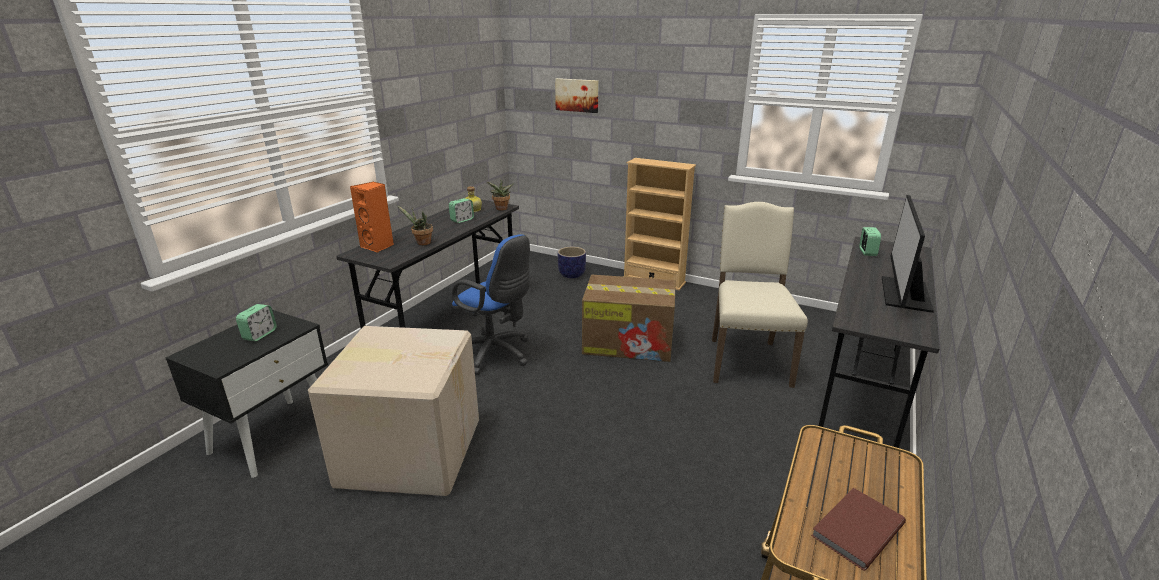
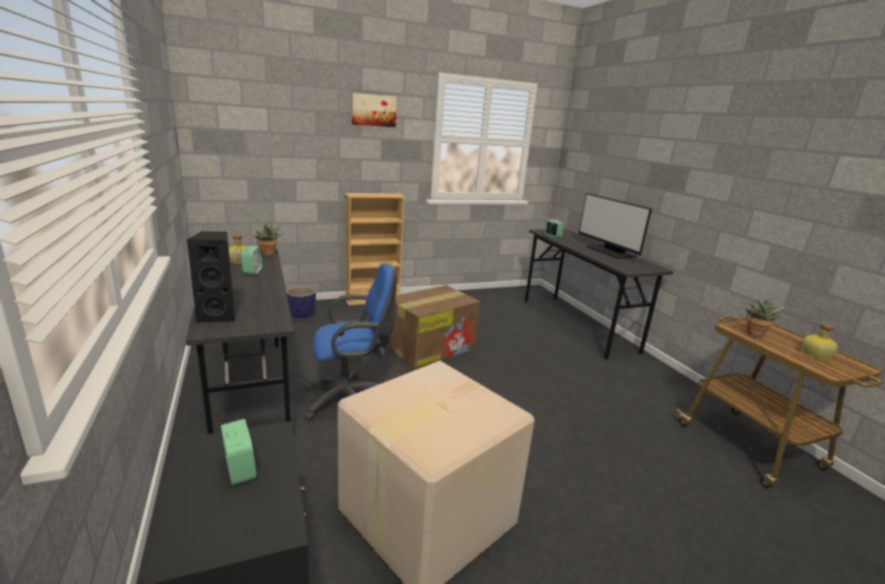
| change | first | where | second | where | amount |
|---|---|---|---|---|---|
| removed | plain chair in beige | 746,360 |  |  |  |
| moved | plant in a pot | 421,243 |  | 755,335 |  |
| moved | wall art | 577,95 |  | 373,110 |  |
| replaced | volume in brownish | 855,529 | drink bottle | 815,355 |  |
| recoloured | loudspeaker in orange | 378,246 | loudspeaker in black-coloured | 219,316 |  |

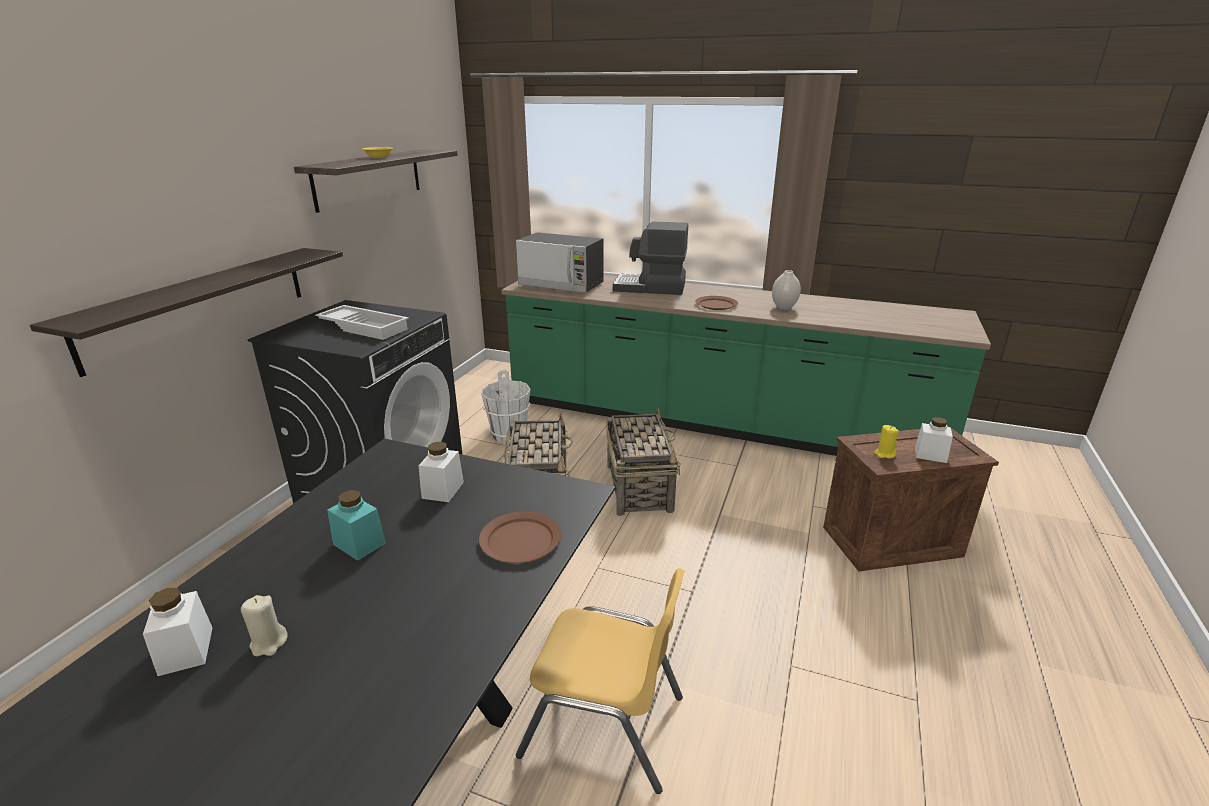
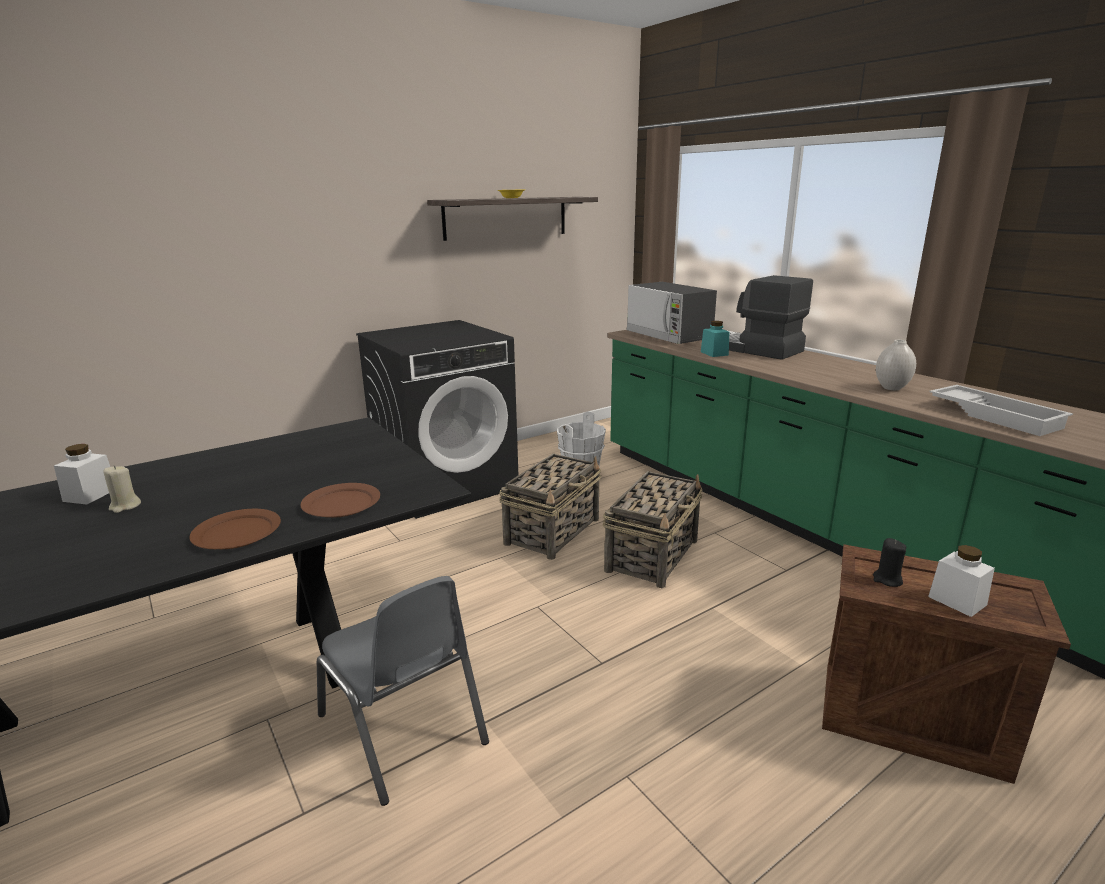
| change | first | where | second | where | amount |
|---|---|---|---|---|---|
| removed | shelf | 200,304 |  |  |  |
| removed | jar in white-coloured | 443,490 |  |  |  |
| moved | tray in white-coloured | 365,327 |  | 996,416 |  |
| moved | jar in turquoise-coloured | 359,544 |  | 714,353 |  |
| moved | dinner plate in brownish | 716,305 |  | 236,533 |  |
| recoloured | plain chair in yellow-coloured | 604,725 | plain chair in greyish | 403,729 |  |
| recoloured | wax light in yellow-coloured | 884,454 | wax light in black-coloured | 887,580 |  |

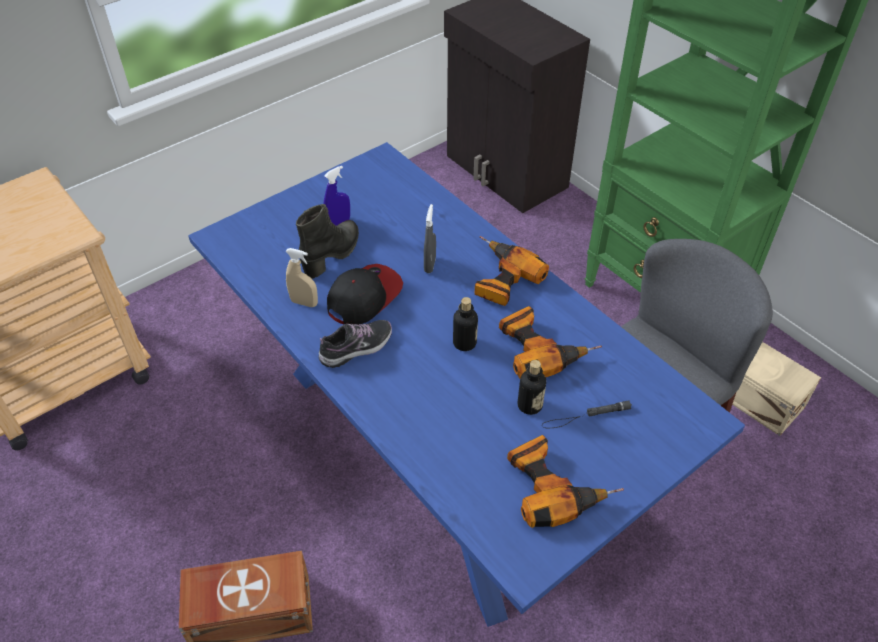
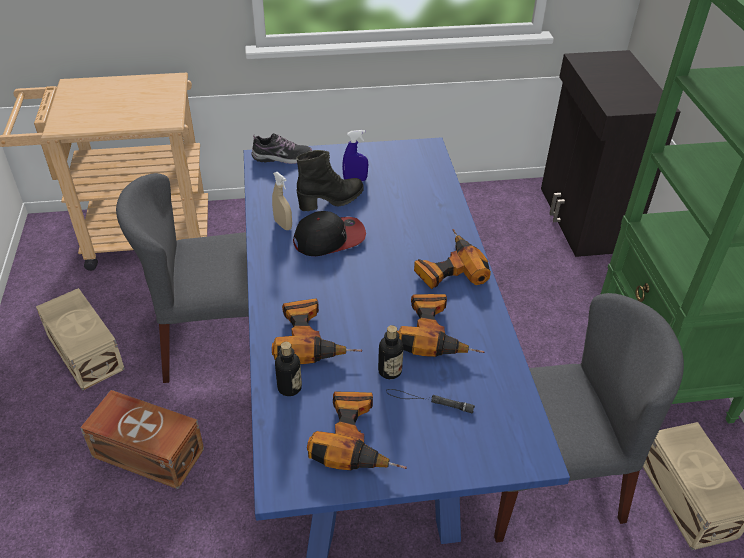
| change | first | where | second | where | amount |
|---|---|---|---|---|---|
| removed | sprayer in greyish | 430,264 |  |  |  |
| added |  |  | storage bin in beige | 86,351 |  |
| added |  |  | plain chair in greyish | 220,340 |  |
| added |  |  | power drill | 312,339 |  |
| moved | low shoe | 356,348 |  | 282,157 |  |
| moved | drink bottle | 464,343 |  | 289,387 |  |

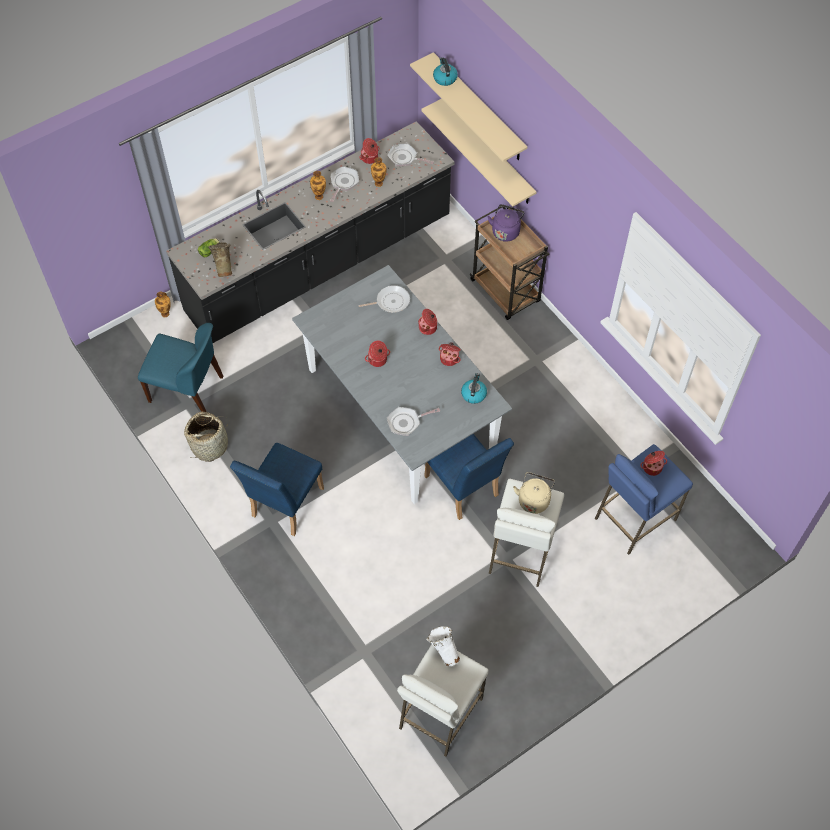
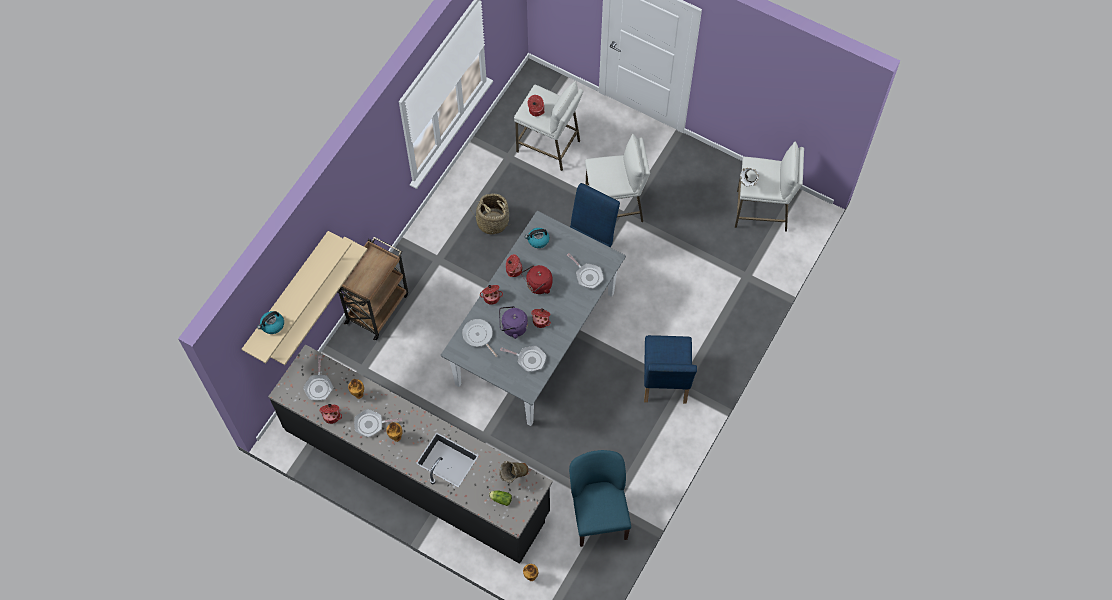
| change | first | where | second | where | amount |
|---|---|---|---|---|---|
| removed | kettle in beige | 534,499 |  |  |  |
| added |  |  | pan | 529,359 |  |
| added |  |  | kettle in reddish | 538,286 |  |
| moved | basket | 210,445 |  | 492,221 |  |
| moved | kettle in purple-coloured | 506,231 |  | 512,327 |  |
| recoloured | sitting stool in blue-coloured | 634,519 | sitting stool in white-coloured | 549,146 |  |
| turned | plain chair in blue-coloured | 284,506 |  | 664,383 | 90 degrees clockwise |

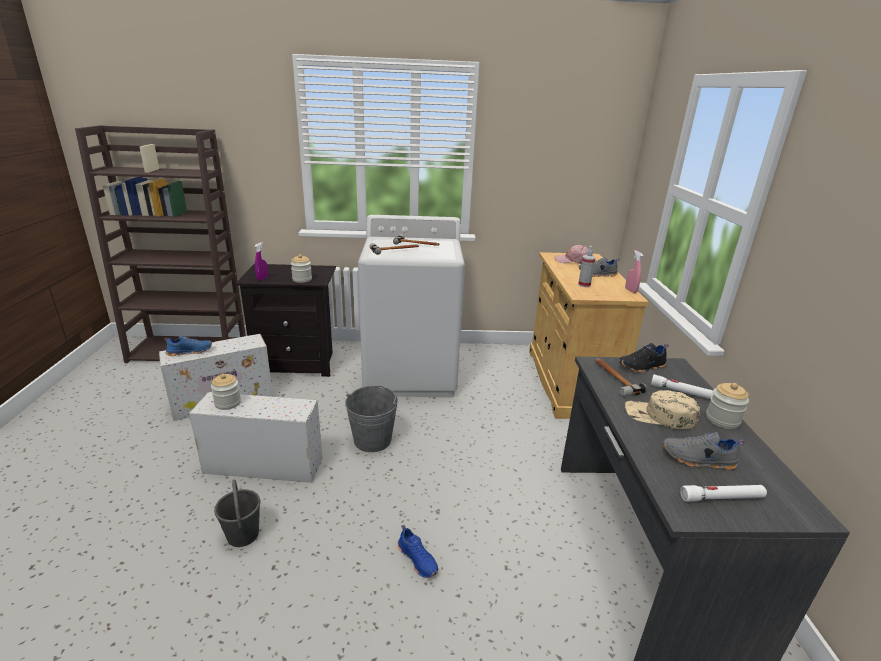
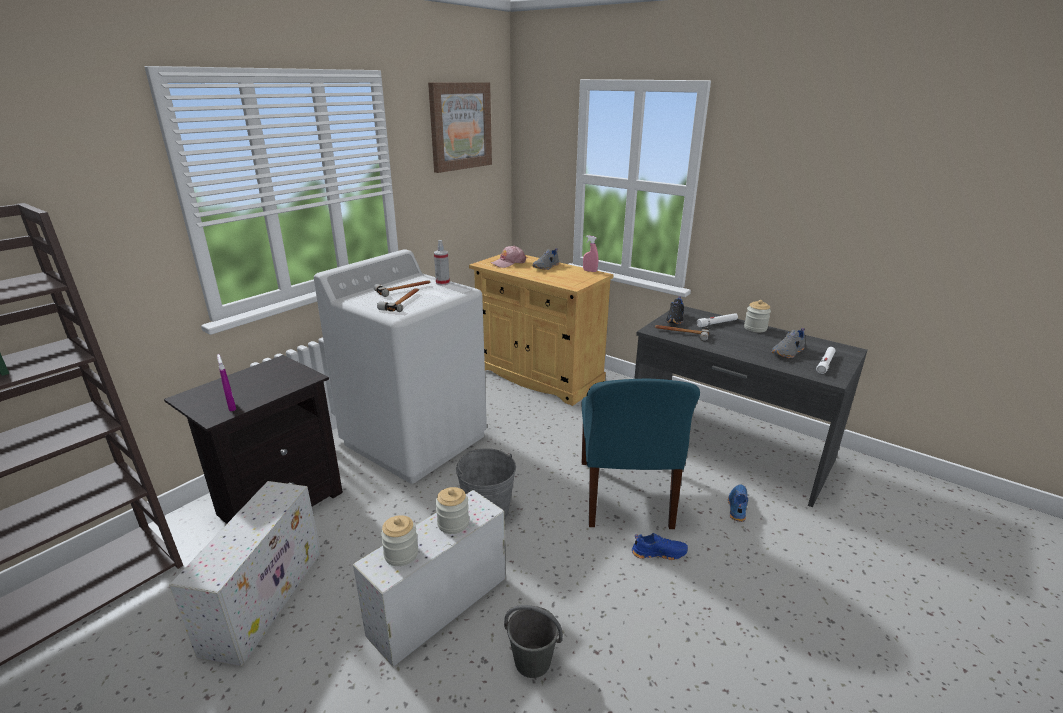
| change | first | where | second | where | amount |
|---|---|---|---|---|---|
| removed | baseball cap in beige | 659,416 |  |  |  |
| added |  |  | wall art | 460,126 |  |
| added |  |  | plain chair in blue-coloured | 625,495 |  |
| moved | low shoe in blue-coloured | 190,351 |  | 736,507 |  |
| moved | jar | 302,279 |  | 453,523 |  |
| moved | sprayer | 584,285 |  | 442,283 |  |

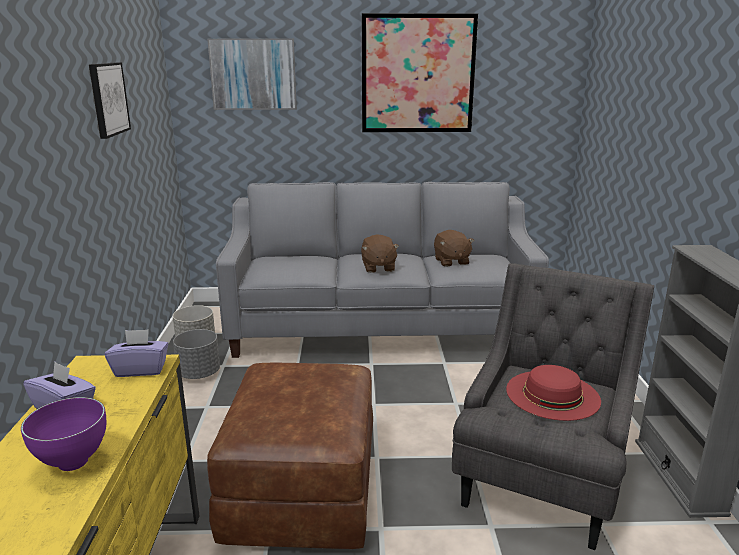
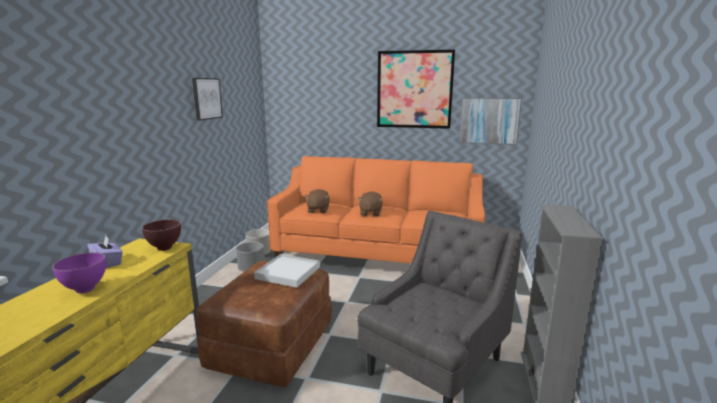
| change | first | where | second | where | amount |
|---|---|---|---|---|---|
| removed | clothing hat in reddish | 552,394 |  |  |  |
| added |  |  | tray in white-coloured | 288,273 |  |
| moved | wall art | 253,74 |  | 489,121 |  |
| moved | cuddly toy in brownish | 451,261 |  | 318,210 |  |
| replaced | tissue box in purple-coloured | 141,369 | deep dish in brownish | 163,249 |  |
| recoloured | sofa in greyish | 380,327 | sofa in orange | 378,255 |  |

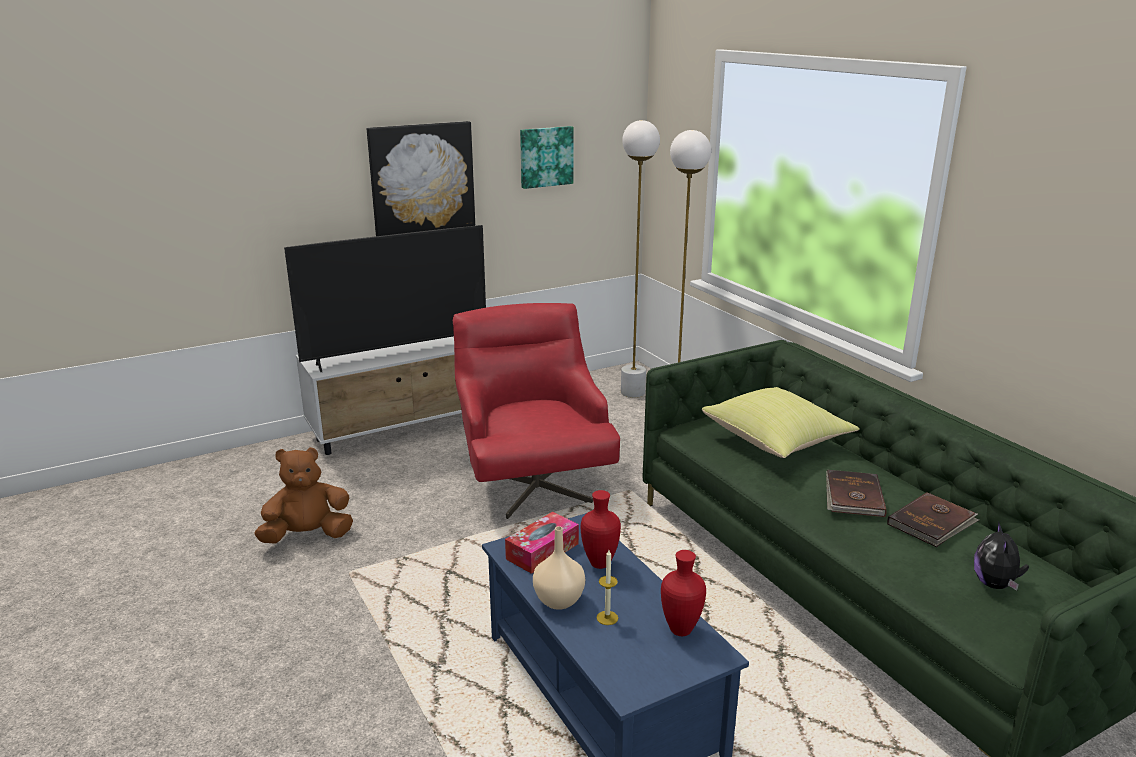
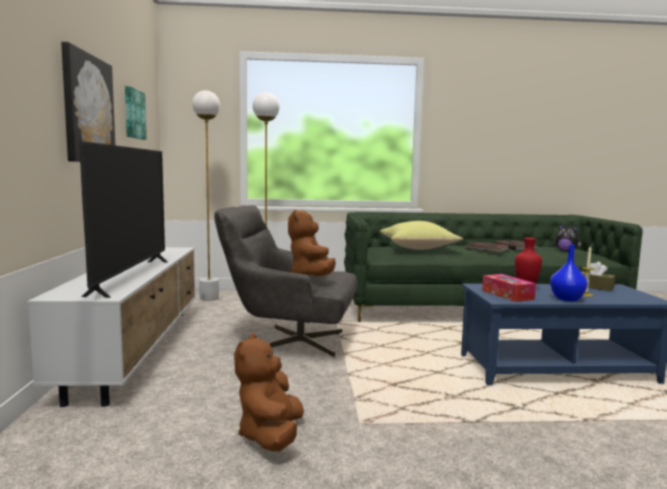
| change | first | where | second | where | amount |
|---|---|---|---|---|---|
| added |  |  | cuddly toy in brownish | 311,277 |  |
| replaced | flower vase in reddish | 679,629 | tissue box in brownish | 595,287 |  |
| recoloured | lounge chair in reddish | 532,480 | lounge chair in greyish | 288,341 |  |
| recoloured | flower vase in beige | 559,600 | flower vase in blue-coloured | 566,299 |  |

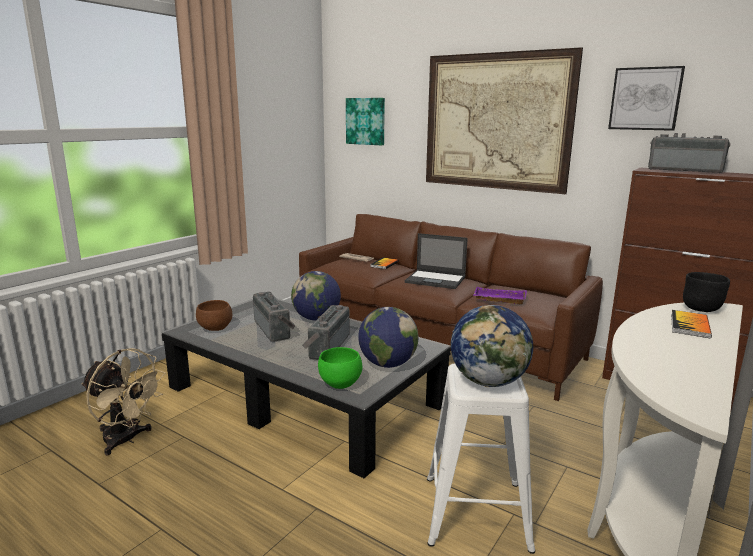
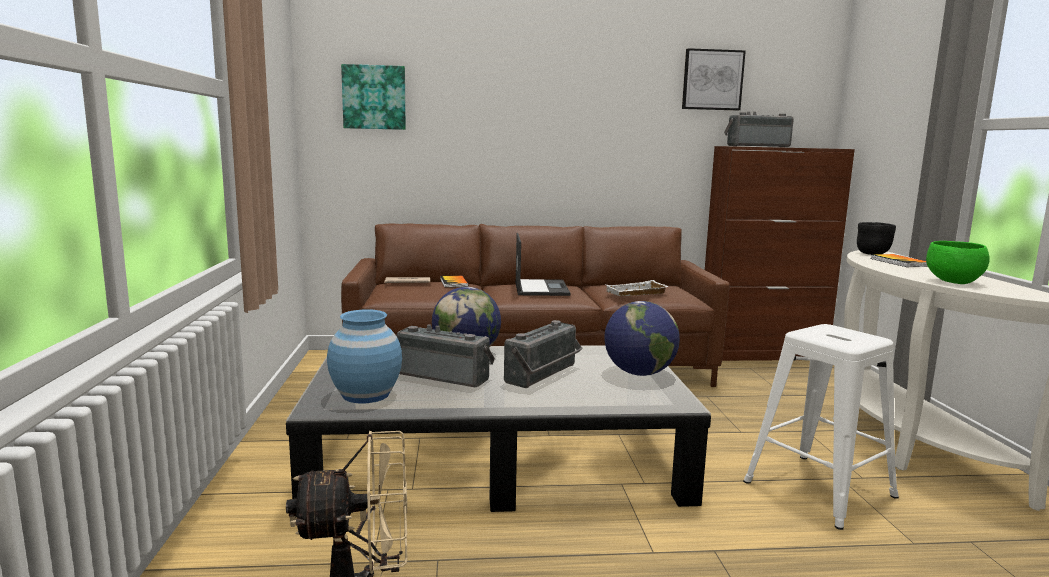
| change | first | where | second | where | amount |
|---|---|---|---|---|---|
| removed | wall art | 496,122 |  |  |  |
| removed | globe | 489,381 |  |  |  |
| moved | deep dish in green-coloured | 340,384 |  | 954,282 |  |
| replaced | deep dish in brownish | 216,329 | flower vase in blue-coloured | 365,394 |  |
| recoloured | tray in purple-coloured | 498,299 | tray in white-coloured | 636,293 |  |
| turned | radio | 326,346 |  | 544,375 | 120 degrees counterclockwise |
| turned | notebook computer | 436,280 |  | 541,288 | 75 degrees counterclockwise |

